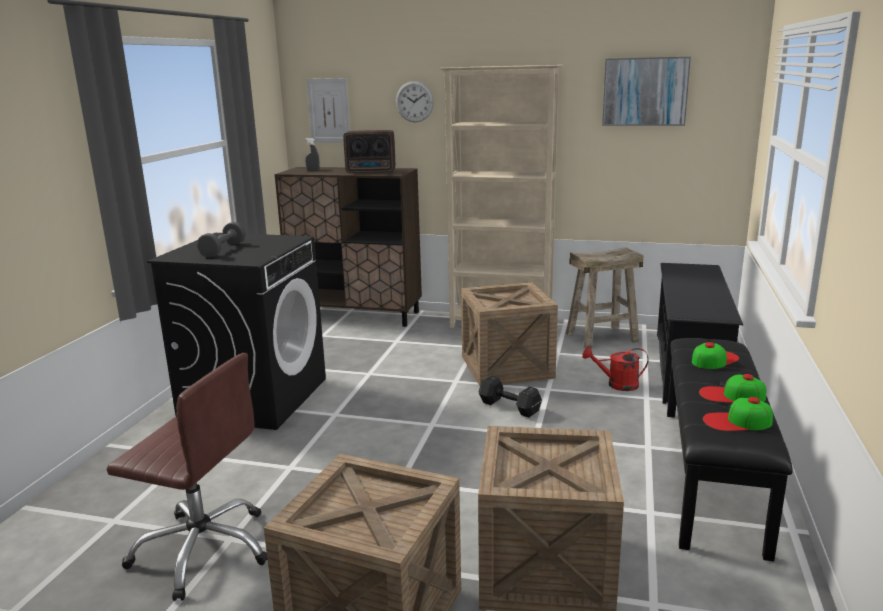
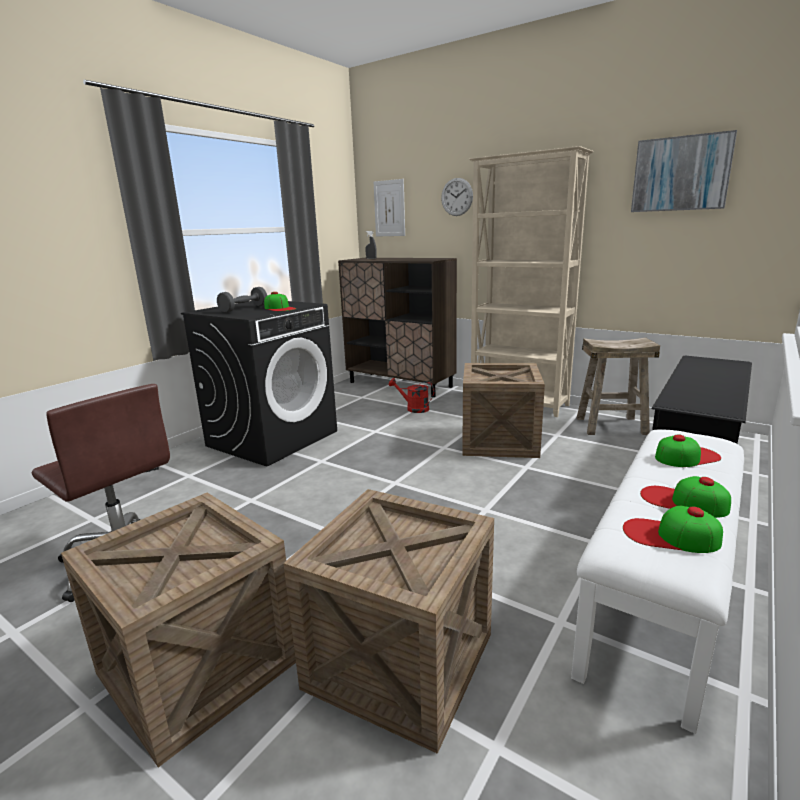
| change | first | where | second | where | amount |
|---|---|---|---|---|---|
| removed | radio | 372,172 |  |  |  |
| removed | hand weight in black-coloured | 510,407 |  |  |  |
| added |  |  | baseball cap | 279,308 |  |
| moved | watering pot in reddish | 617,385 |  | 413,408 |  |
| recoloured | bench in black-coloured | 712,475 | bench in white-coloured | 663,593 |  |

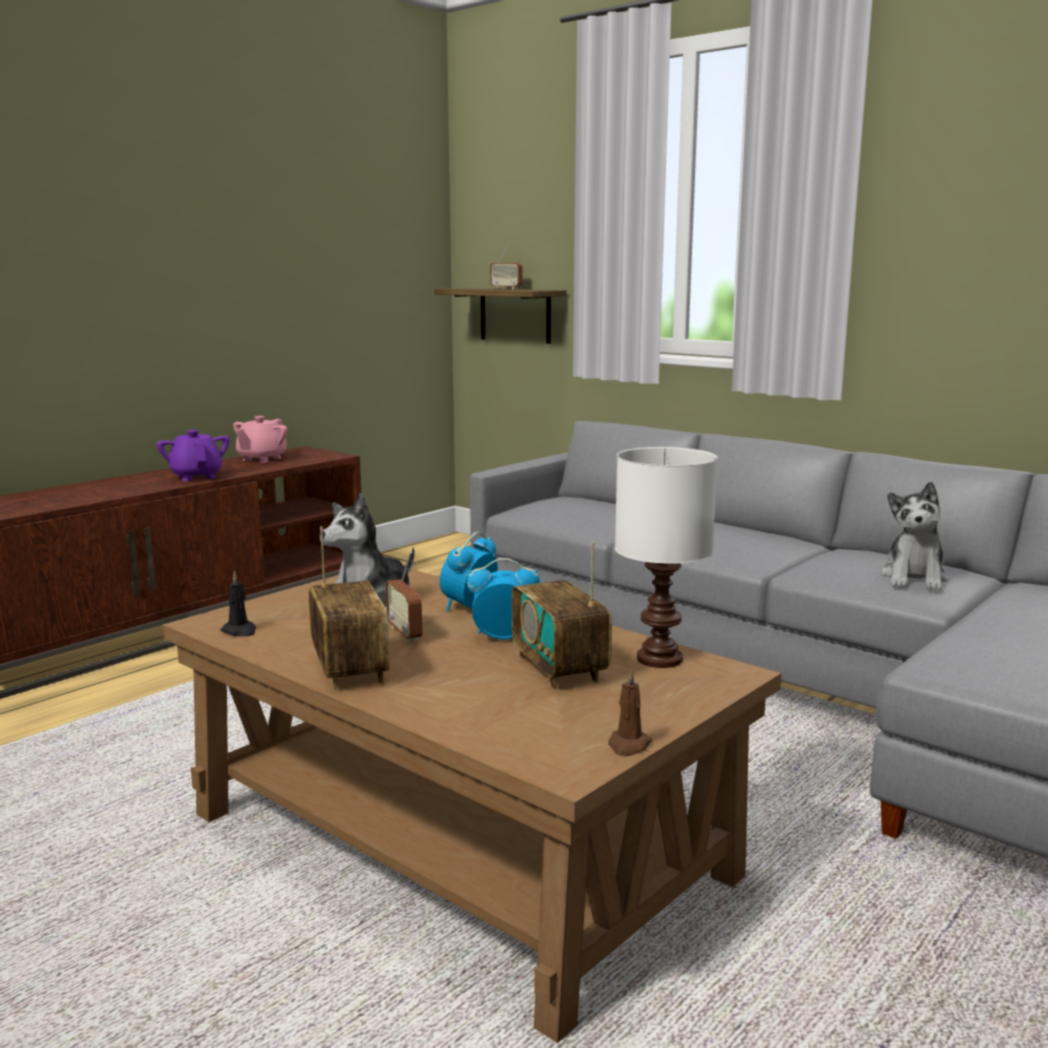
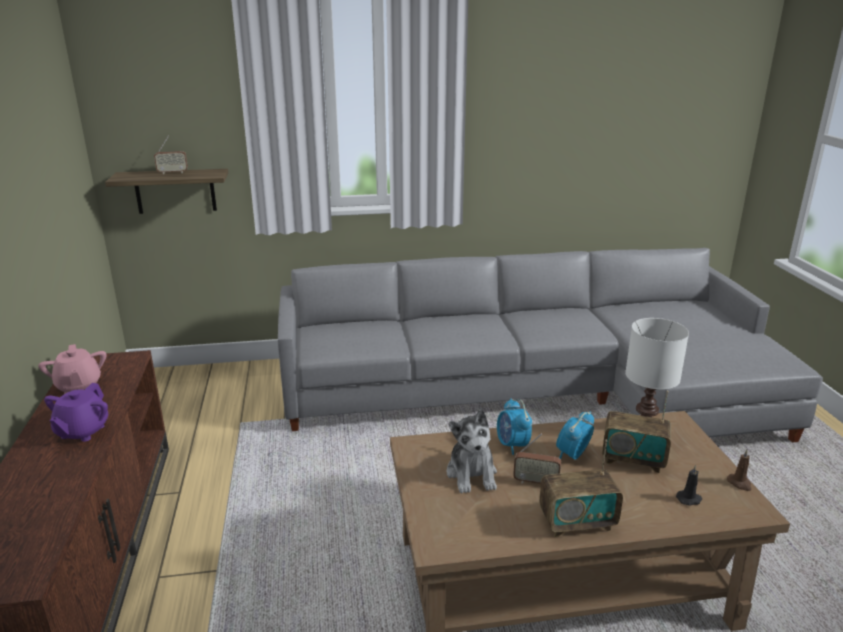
| change | first | where | second | where | amount |
|---|---|---|---|---|---|
| removed | cuddly toy | 914,578 |  |  |  |
| moved | wax light in black-coloured | 240,631 |  | 689,499 |  |
| turned | tea pot in purple-coloured | 196,476 |  | 82,431 | 90 degrees counterclockwise |
| turned | radio | 349,669 |  | 577,522 | 150 degrees clockwise |

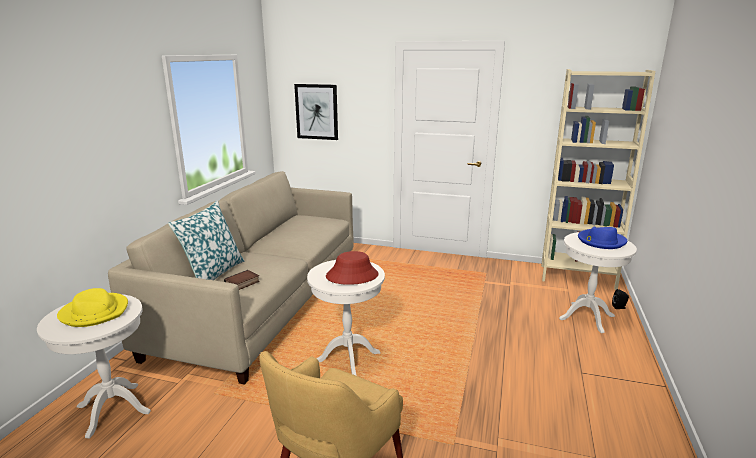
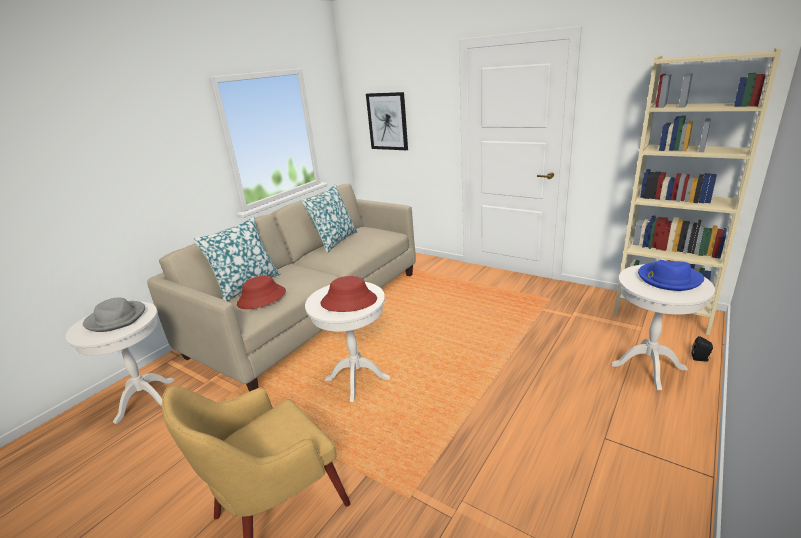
| change | first | where | second | where | amount |
|---|---|---|---|---|---|
| added |  |  | pillow | 334,241 |  |
| replaced | volume | 242,283 | clothing hat in reddish | 262,298 |  |
| recoloured | clothing hat in yellow-coloured | 95,312 | clothing hat in greyish | 117,318 |  |

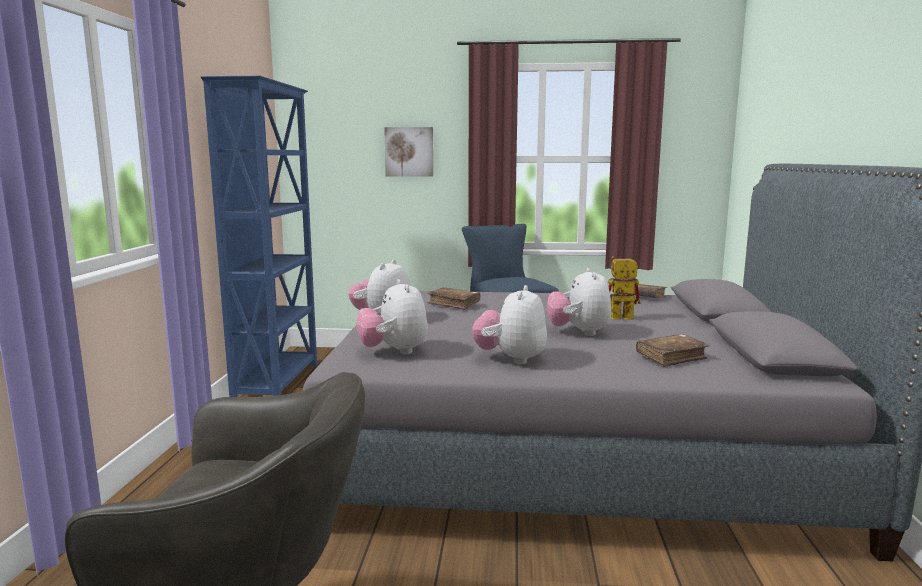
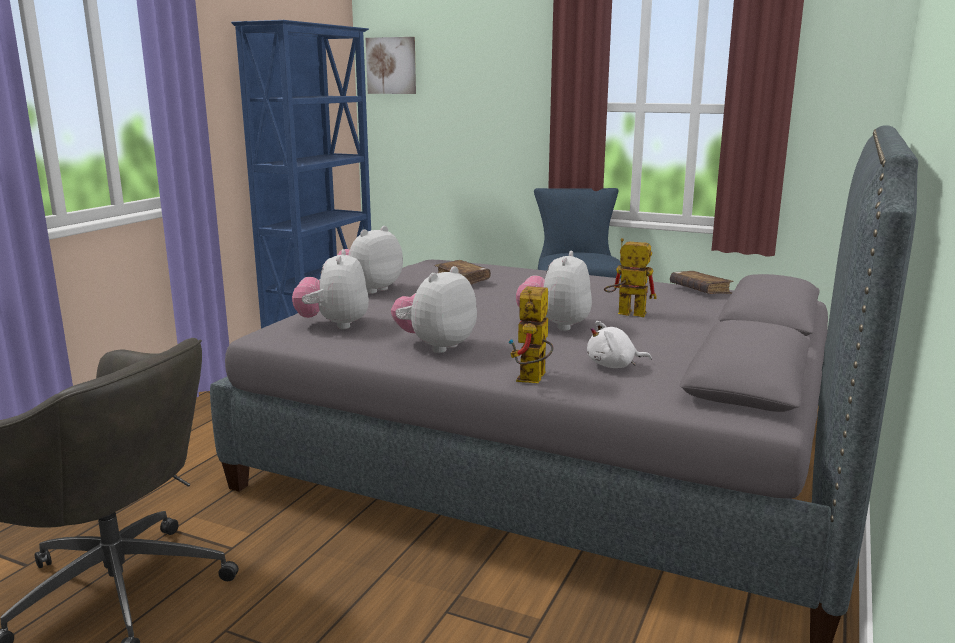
| change | first | where | second | where | amount |
|---|---|---|---|---|---|
| added |  |  | model robot | 533,380 |  |
| moved | wall art | 409,152 |  | 392,65 |  |
| replaced | volume in brownish | 671,357 | cuddly toy in white-coloured | 614,365 |  |

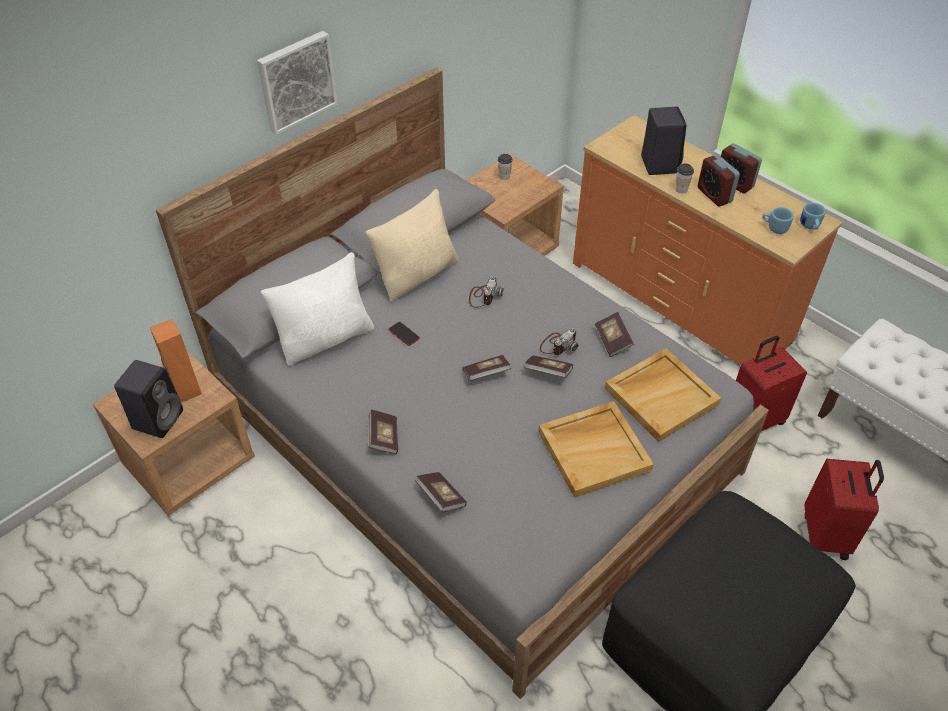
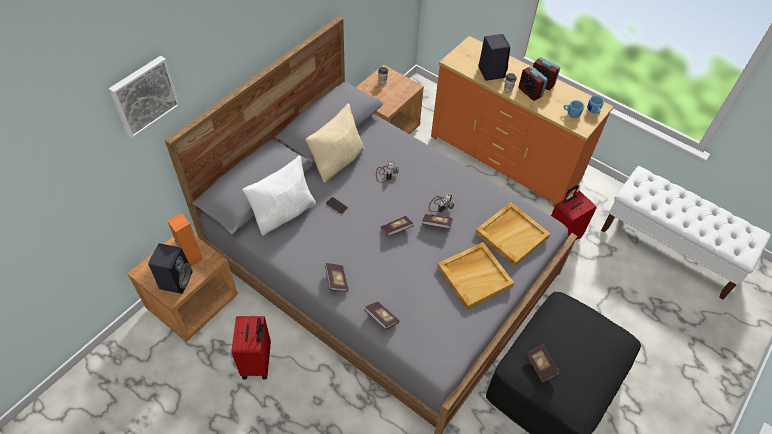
| change | first | where | second | where | amount |
|---|---|---|---|---|---|
| moved | wall art | 296,81 |  | 143,95 |  |
| moved | volume | 612,340 |  | 541,366 |  |
| moved | travel case in reddish | 826,535 |  | 258,362 |  |

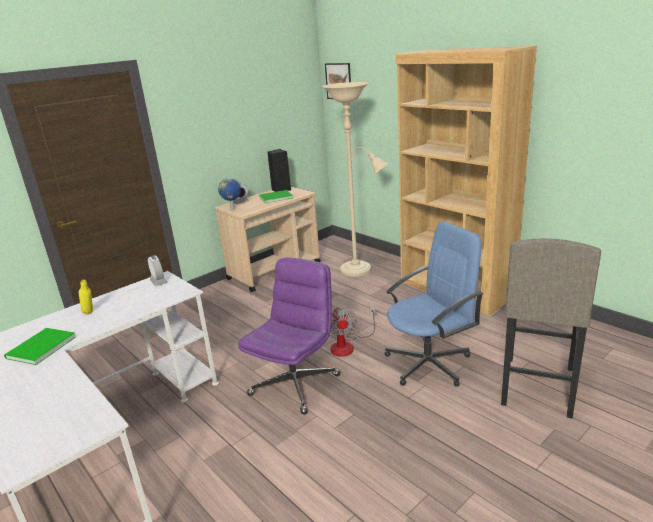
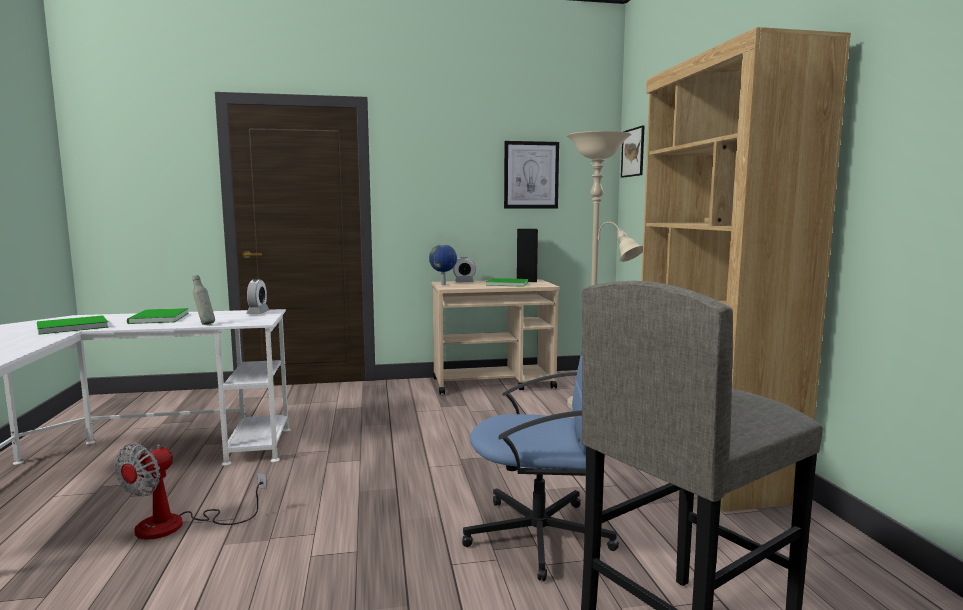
| change | first | where | second | where | amount |
|---|---|---|---|---|---|
| removed | desk chair in purple-coloured | 295,384 |  |  |  |
| added |  |  | drink bottle in greyish | 204,324 |  |
| added |  |  | wall art | 531,175 |  |
| moved | electric fan | 348,345 |  | 177,525 |  |
| replaced | drink bottle in yellow-coloured | 90,314 | volume in green-coloured | 157,318 |  |

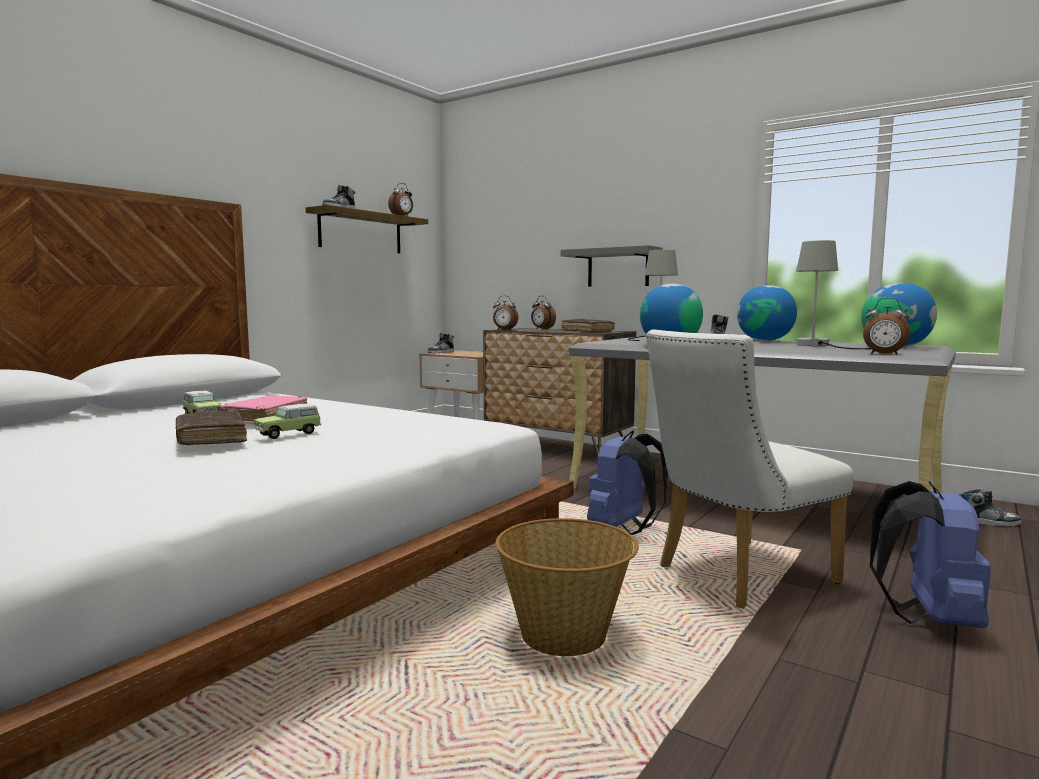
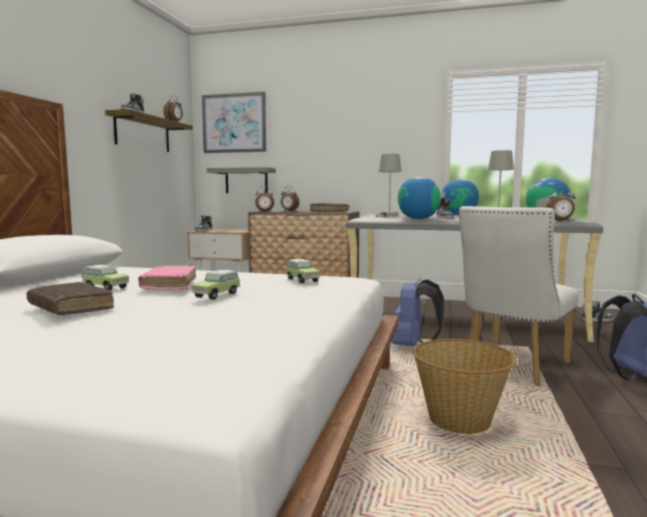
| change | first | where | second | where | amount |
|---|---|---|---|---|---|
| added |  |  | wall art | 234,123 |  |
| added |  |  | toy car | 301,280 |  |
| moved | volume in brownish | 210,438 |  | 70,308 |  |
| moved | shelf in greyish | 618,267 |  | 246,181 |  |

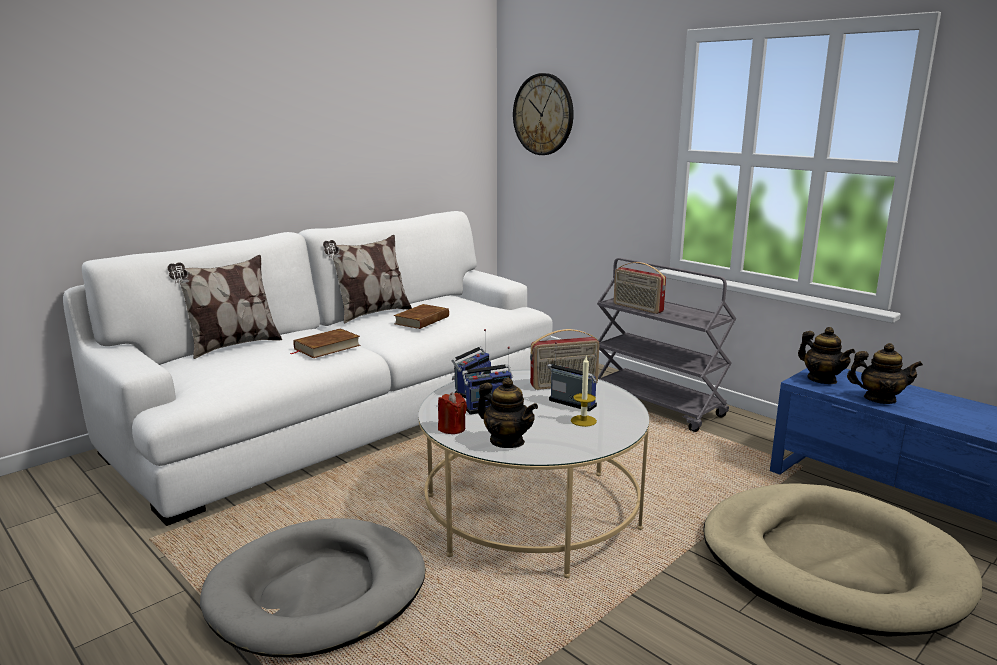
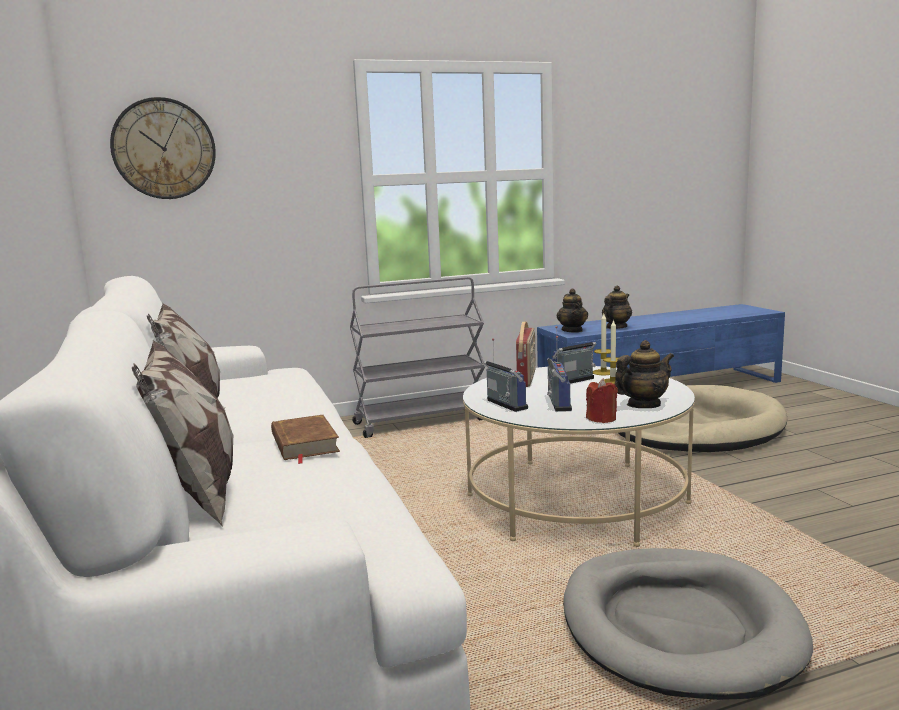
| change | first | where | second | where | amount |
|---|---|---|---|---|---|
| removed | volume in brownish | 422,320 |  |  |  |
| removed | radio | 637,308 |  |  |  |
| added |  |  | wax light | 603,372 |  |
| turned | tea pot | 822,380 |  | 572,331 | 90 degrees clockwise |

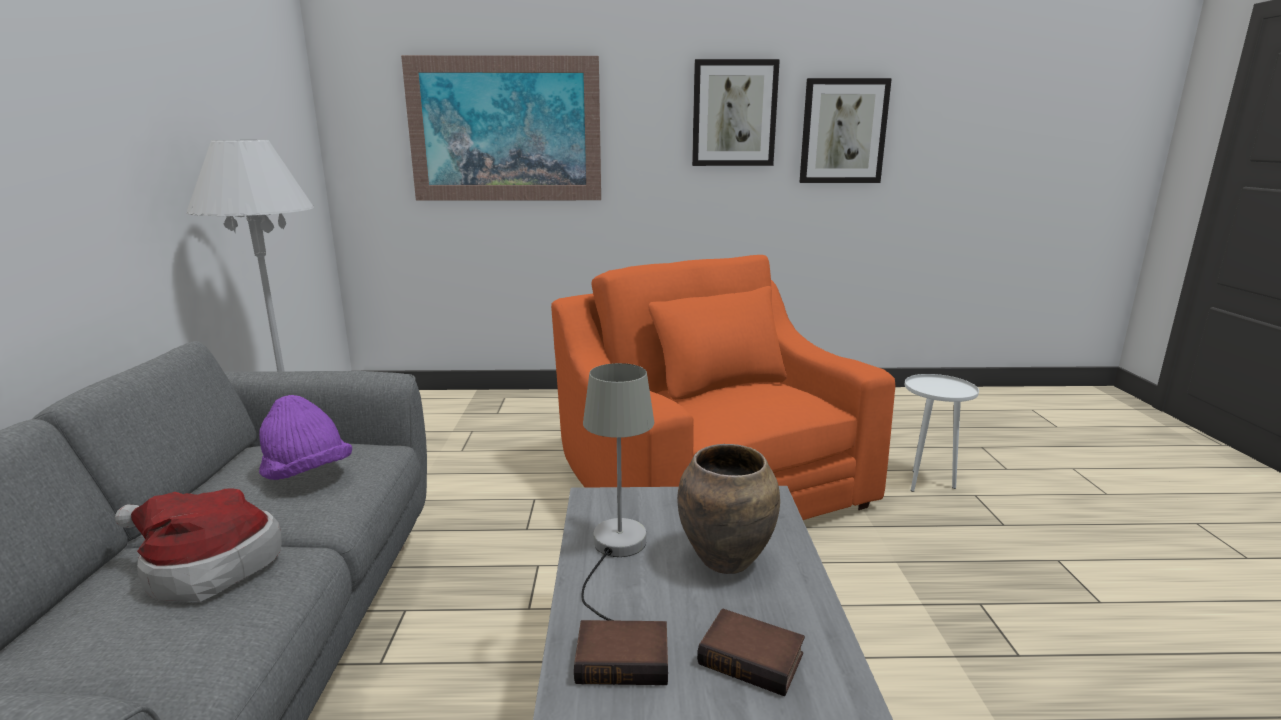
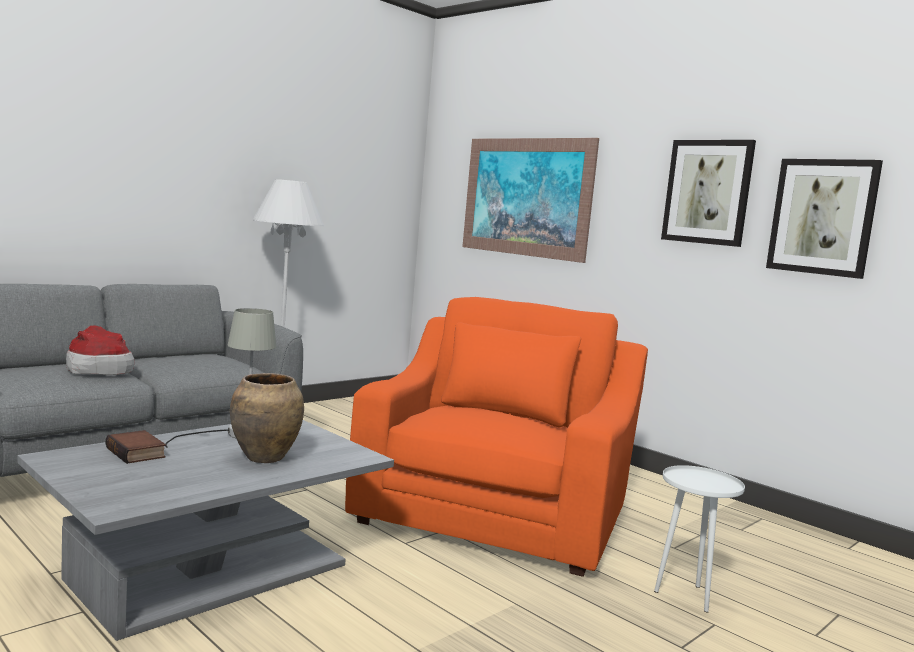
| change | first | where | second | where | amount |
|---|---|---|---|---|---|
| removed | clothing hat in purple-coloured | 307,474 |  |  |  |
| removed | volume | 753,657 |  |  |  |

